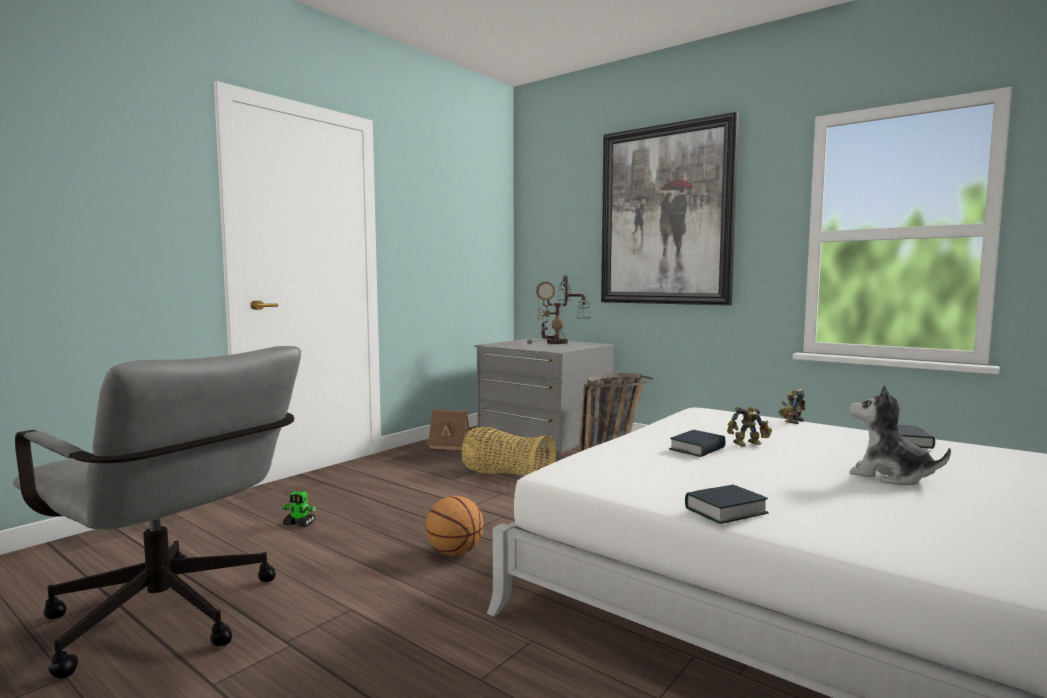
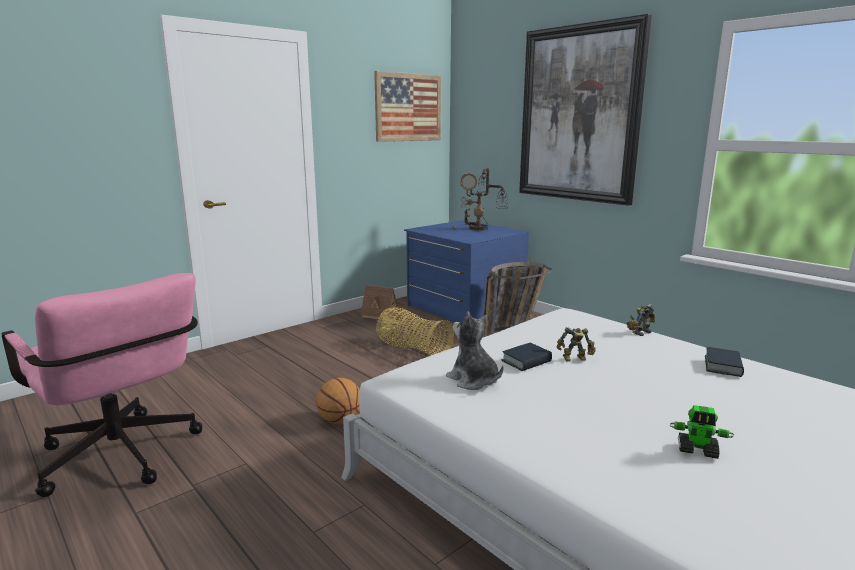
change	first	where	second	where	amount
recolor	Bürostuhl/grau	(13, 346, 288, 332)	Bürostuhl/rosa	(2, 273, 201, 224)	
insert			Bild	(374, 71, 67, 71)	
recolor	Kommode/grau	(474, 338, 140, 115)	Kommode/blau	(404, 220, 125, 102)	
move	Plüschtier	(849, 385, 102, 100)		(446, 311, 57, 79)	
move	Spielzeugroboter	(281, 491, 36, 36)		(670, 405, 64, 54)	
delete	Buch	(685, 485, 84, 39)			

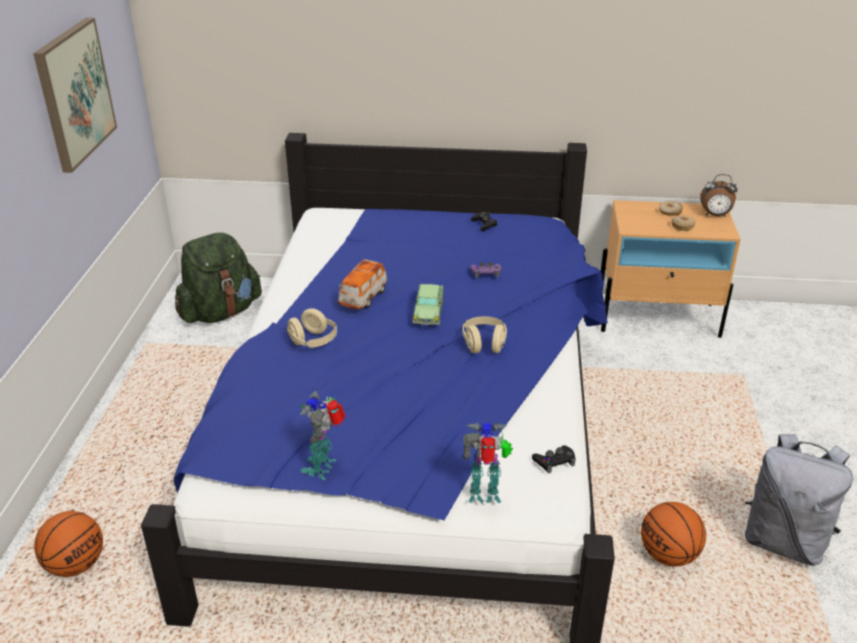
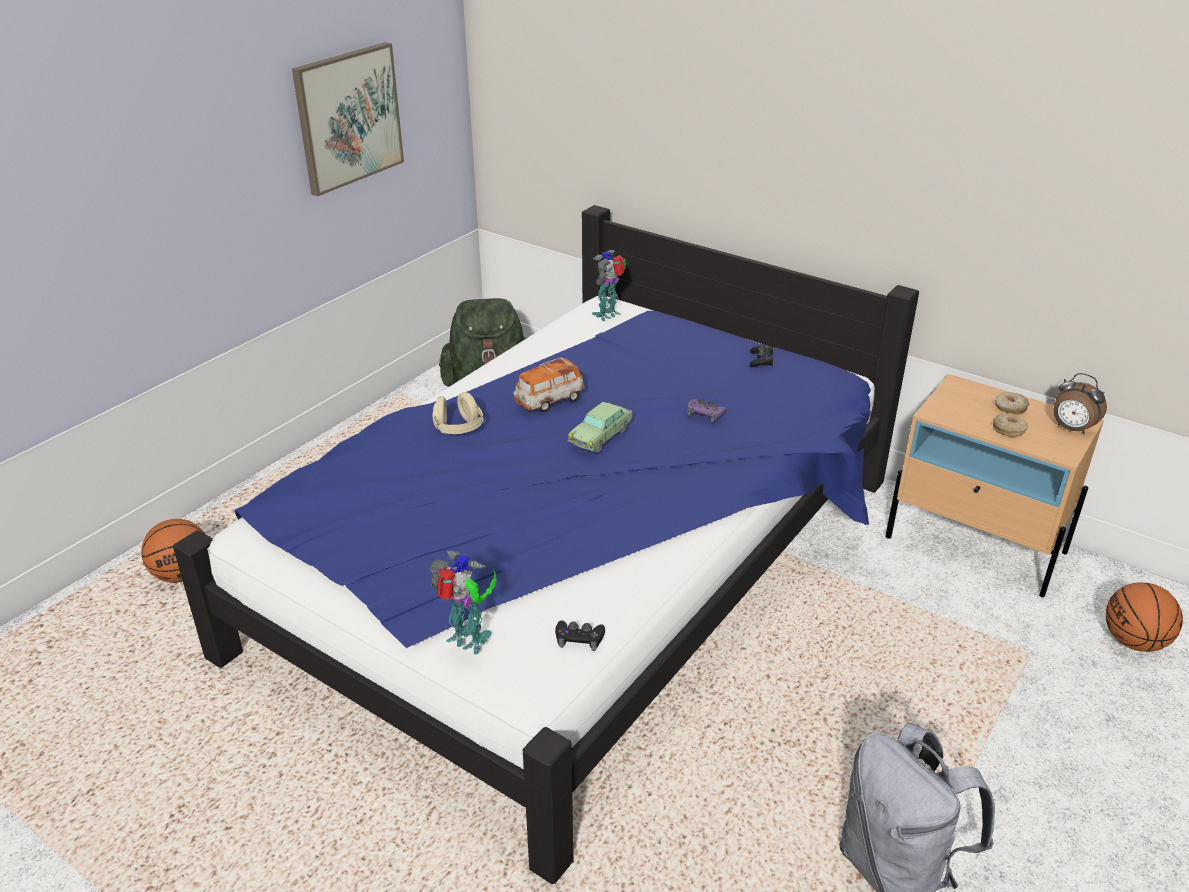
change	first	where	second	where	amount
move	Spielzeugroboter	(300, 391, 46, 89)		(592, 250, 35, 71)	
move	Basketball	(641, 502, 65, 64)		(1106, 582, 77, 70)	
delete	Kopfhörer/beige	(463, 316, 44, 38)			

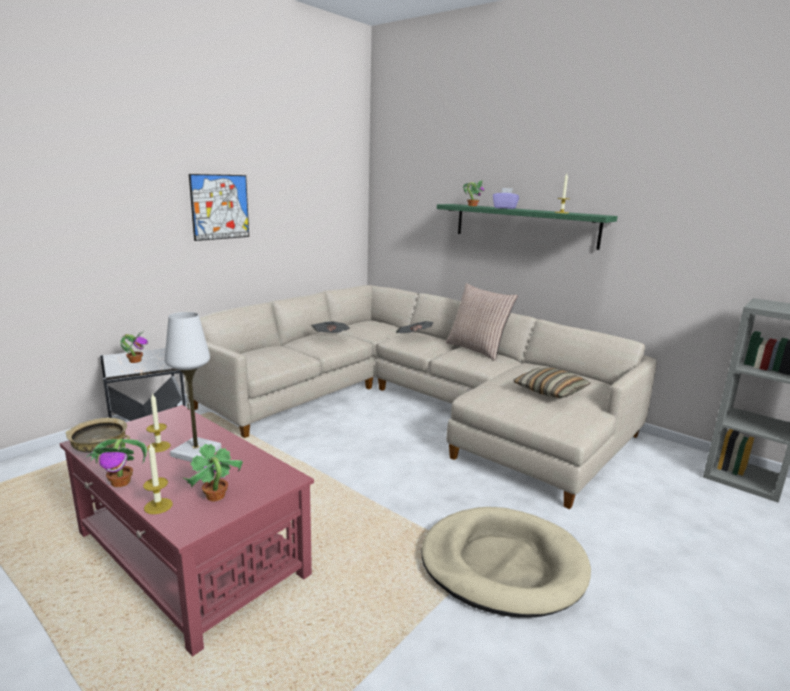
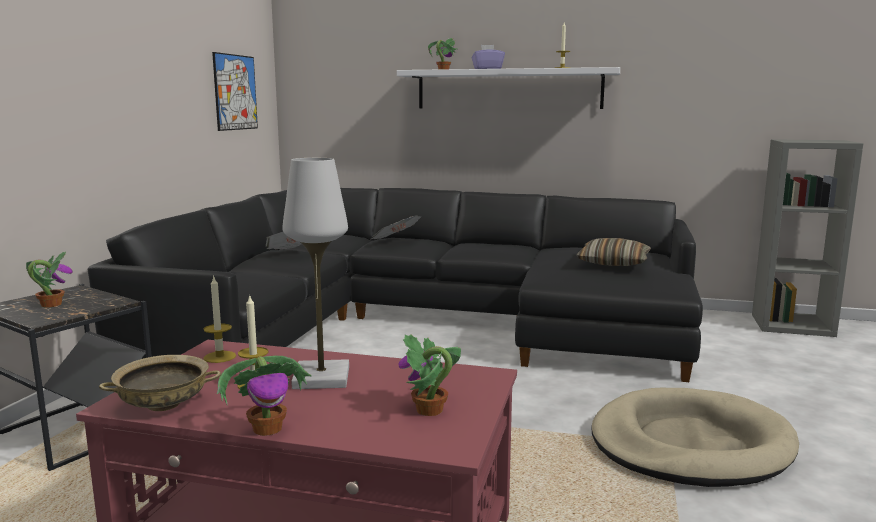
change	first	where	second	where	amount
recolor	Sofa/beige	(184, 285, 473, 224)	Sofa/schwarz	(87, 188, 616, 194)	
move	Kerze	(143, 444, 30, 70)		(204, 277, 32, 86)	
move	Bild	(189, 174, 60, 67)		(212, 52, 46, 79)	
recolor	Wandregal/grün	(437, 204, 181, 46)	Wandregal/weiß	(397, 67, 223, 42)	
delete	Kissen	(445, 283, 73, 78)			

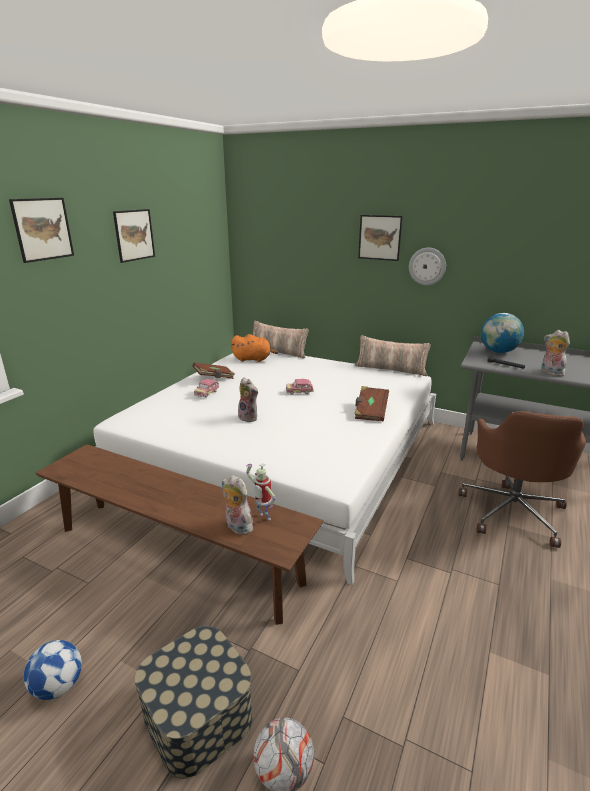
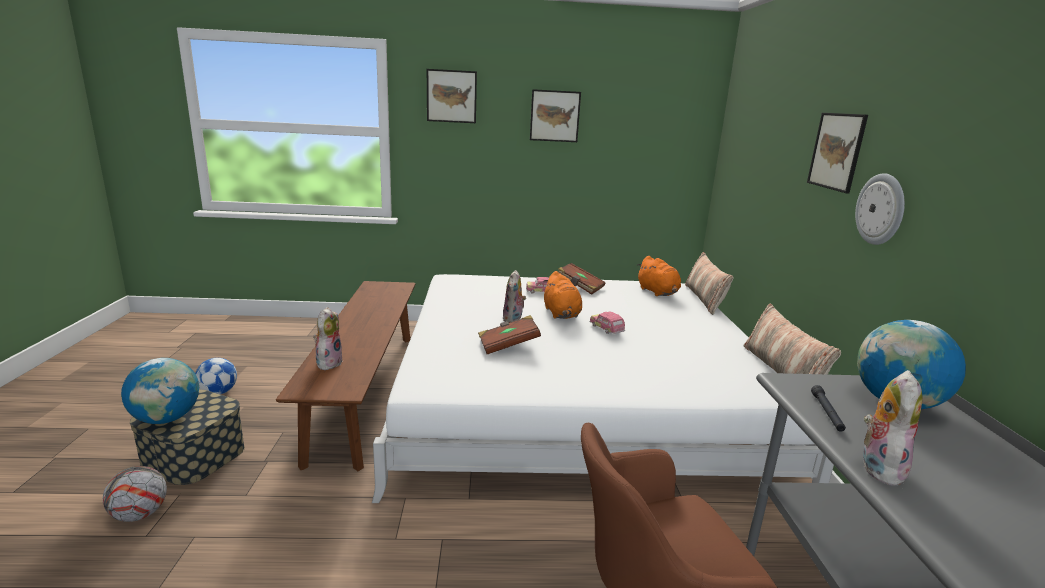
change	first	where	second	where	amount
insert			Globus	(121, 358, 78, 66)	
move	Buch/braun	(355, 386, 34, 35)		(478, 315, 63, 39)	
insert			Plüschtier/orange	(543, 271, 39, 48)	
delete	Spielzeugroboter	(246, 463, 30, 57)			

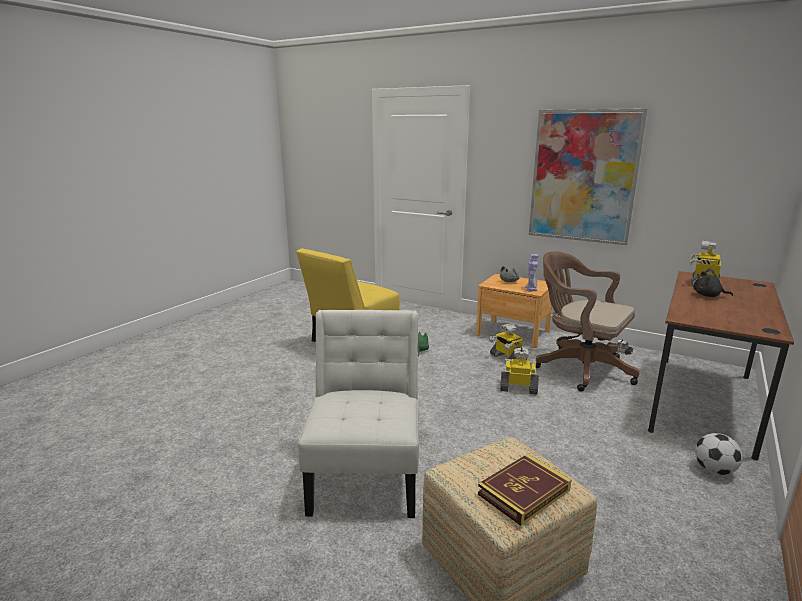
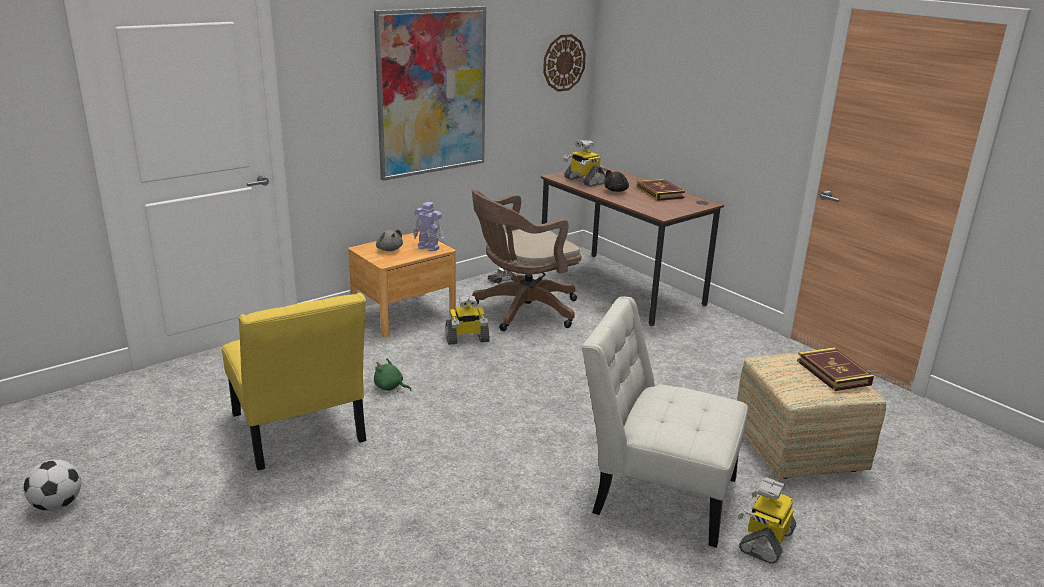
change	first	where	second	where	amount
move	Fußball	(695, 433, 47, 42)		(24, 459, 57, 52)	
insert			Wanduhr	(543, 34, 43, 58)	
insert			Buch	(636, 179, 49, 22)	
move	Spielzeugroboter	(500, 348, 39, 47)		(738, 477, 58, 87)	

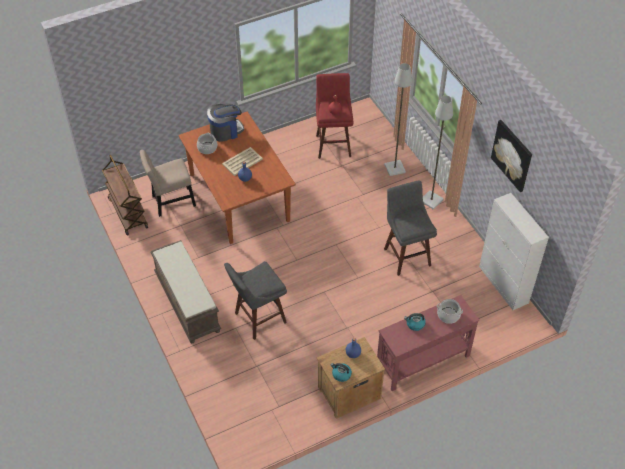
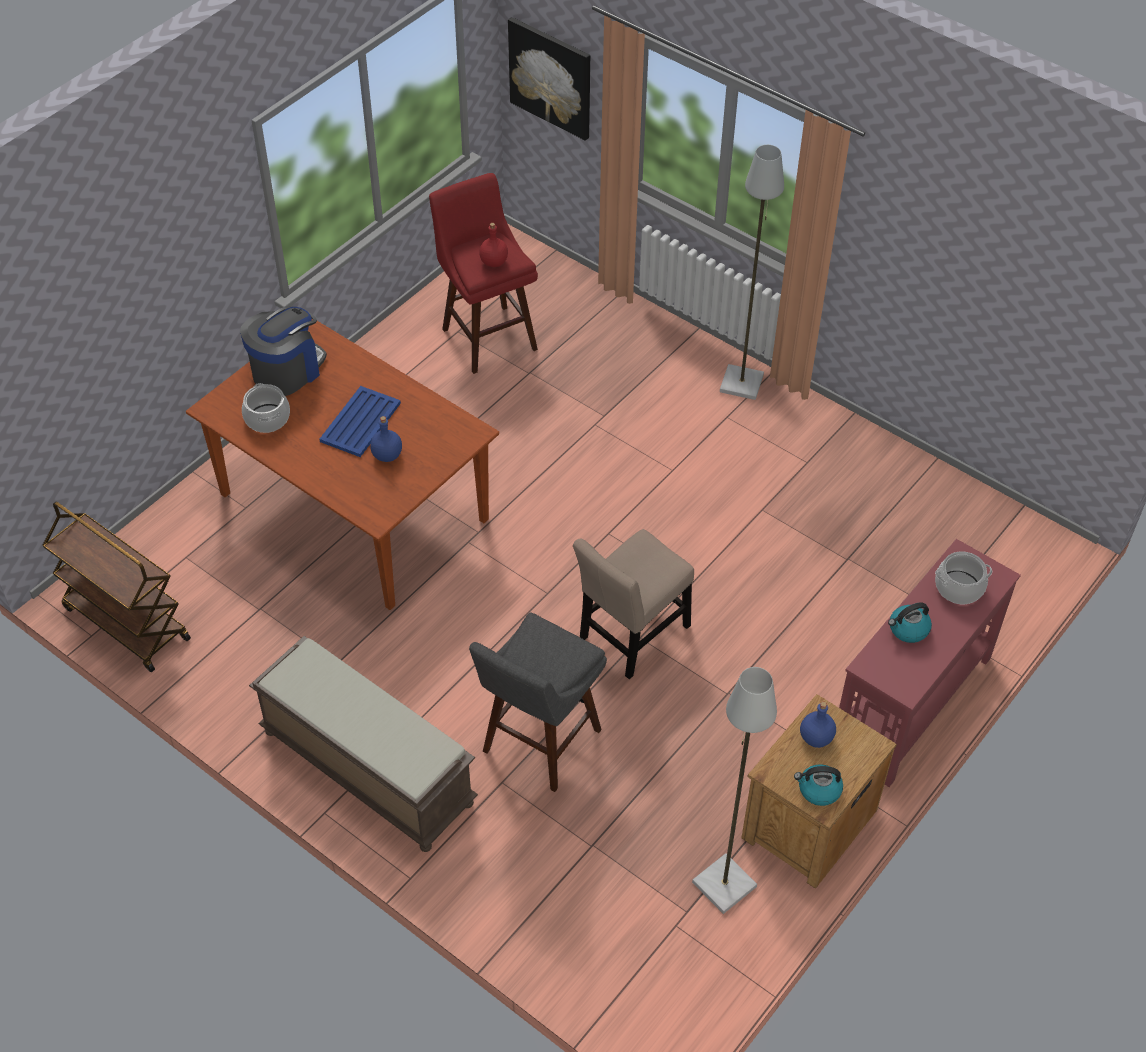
change	first	where	second	where	amount
recolor	Tablett/beige	(222, 147, 41, 29)	Tablett/blau	(319, 386, 82, 71)	
move	Bild	(491, 120, 41, 72)		(508, 17, 82, 124)	
move	Stuhl/beige	(140, 150, 56, 67)		(573, 529, 121, 150)	
move	Stehlampe/grau	(384, 63, 28, 113)		(692, 667, 85, 247)	
delete	Hocker/grau	(384, 180, 53, 96)			
delete	Schrank/weiß	(479, 193, 70, 117)			

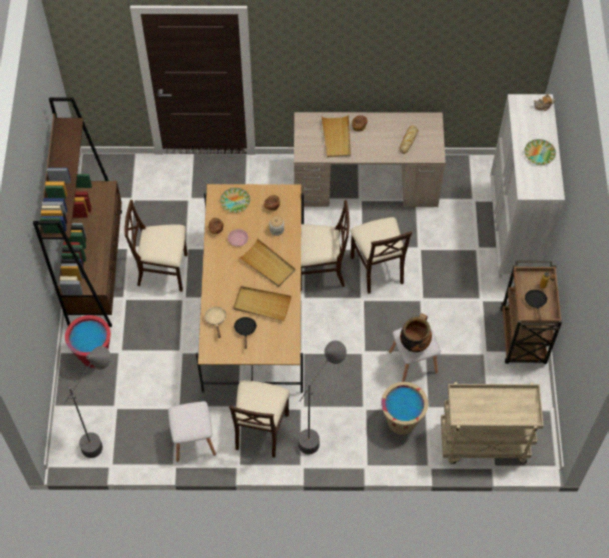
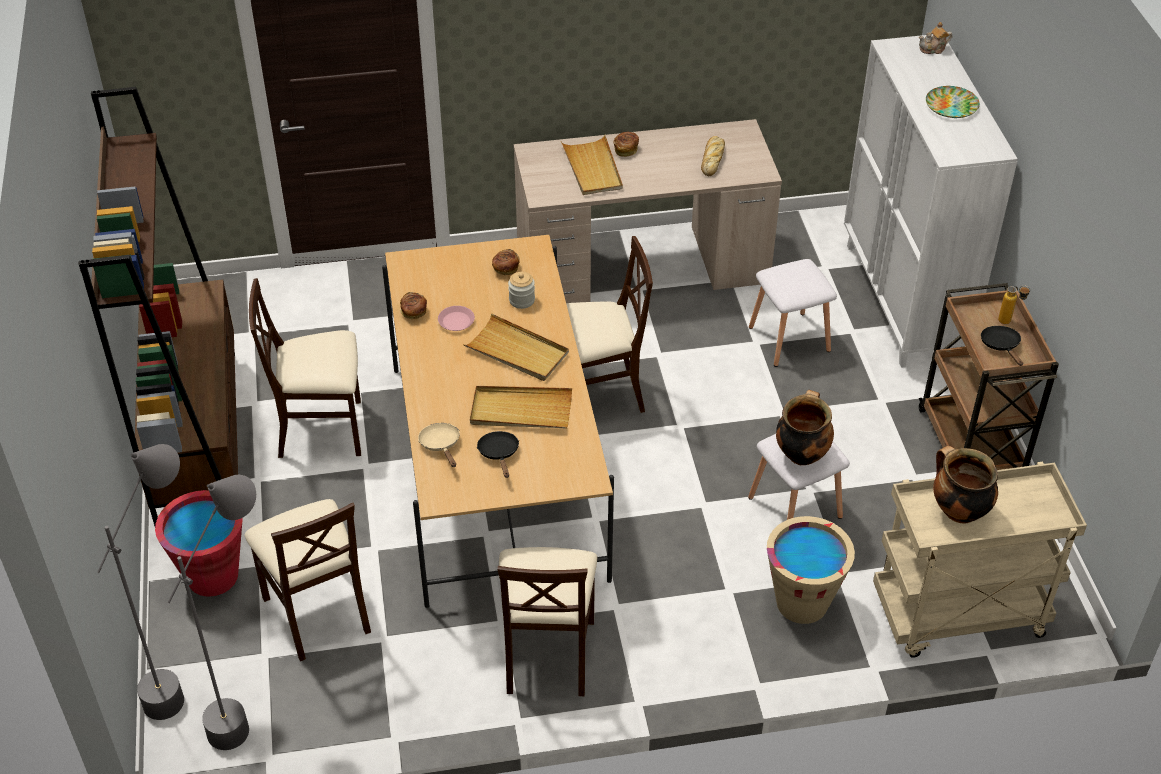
change	first	where	second	where	amount
move	Stehlampe/grau	(298, 341, 49, 113)		(97, 444, 87, 276)	
move	Stuhl/beige	(350, 217, 62, 77)		(245, 499, 126, 162)	
move	Hocker/weiß	(168, 401, 48, 61)		(749, 259, 88, 108)	
insert			Kochtopf	(933, 446, 65, 78)	
delete	Teller	(220, 188, 30, 25)			

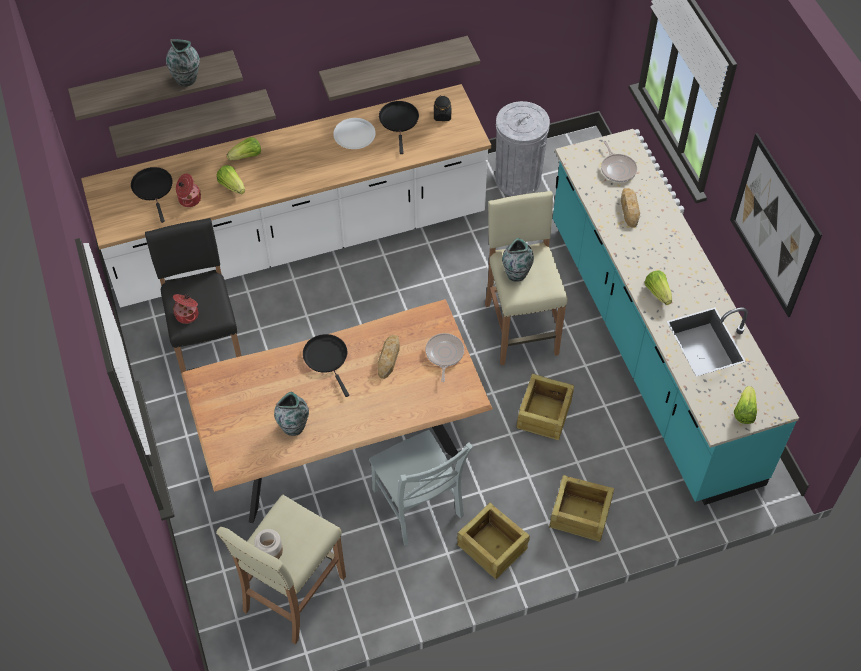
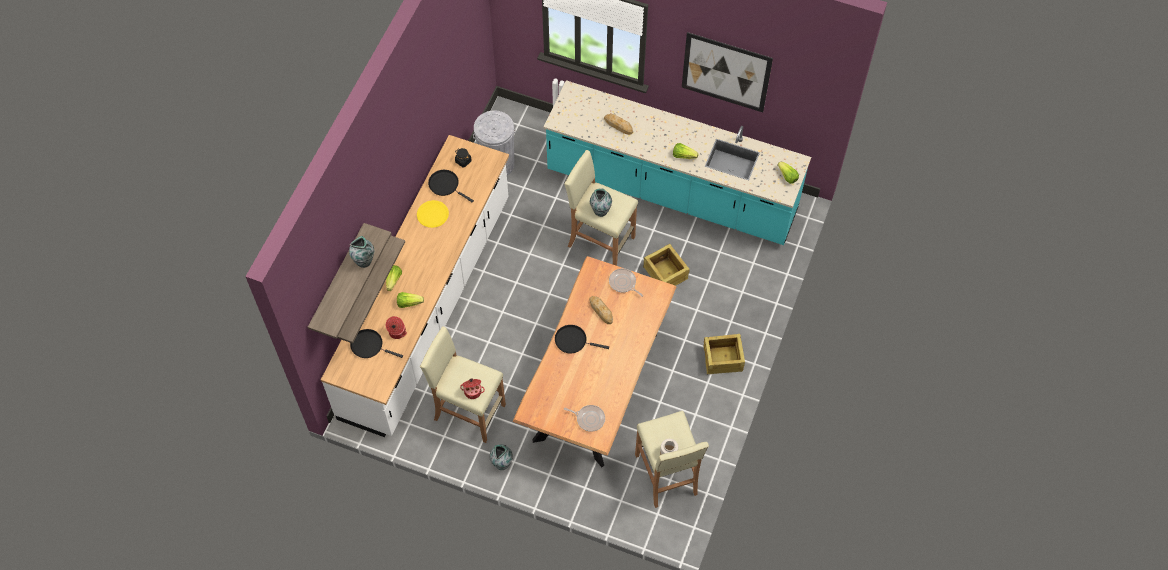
change	first	where	second	where	amount
recolor	Teller/weiß	(333, 118, 43, 31)	Teller/gelb	(417, 200, 32, 28)	
recolor	Hocker/schwarz	(145, 218, 97, 155)	Hocker/beige	(420, 327, 86, 116)	
move	Vase	(274, 392, 35, 44)		(490, 444, 23, 26)	
move	Pfanne	(601, 141, 36, 41)		(564, 405, 41, 27)	
delete	Wandregal	(319, 36, 161, 65)			
delete	Stuhl/grau	(369, 430, 104, 116)			
delete	Kiste	(549, 475, 65, 67)			

